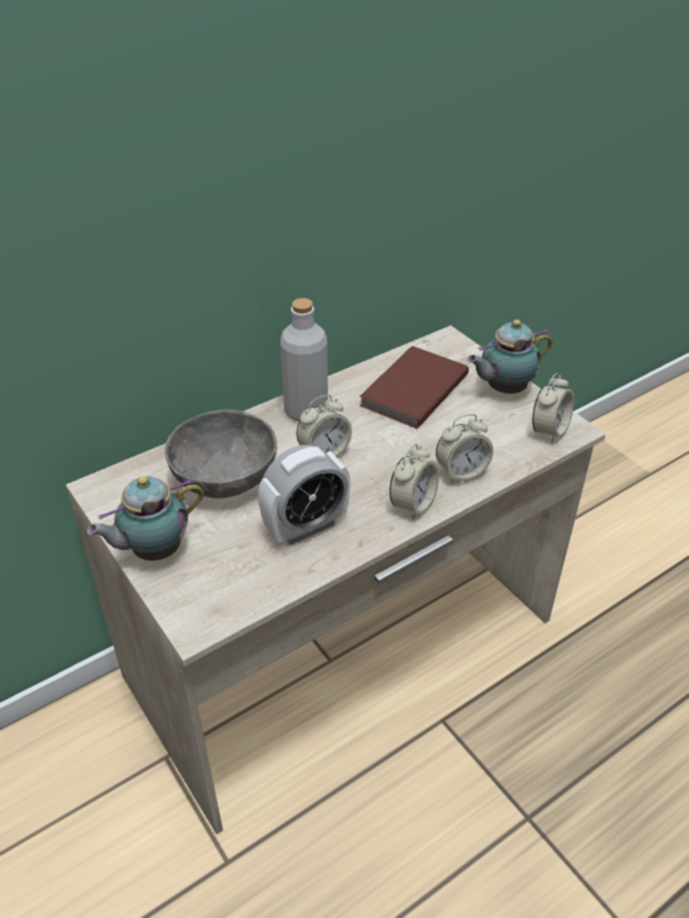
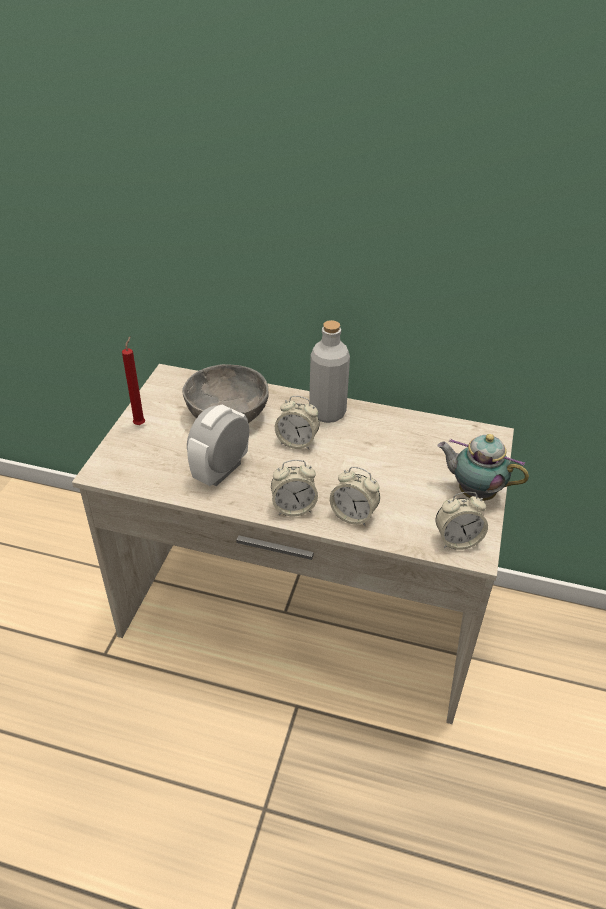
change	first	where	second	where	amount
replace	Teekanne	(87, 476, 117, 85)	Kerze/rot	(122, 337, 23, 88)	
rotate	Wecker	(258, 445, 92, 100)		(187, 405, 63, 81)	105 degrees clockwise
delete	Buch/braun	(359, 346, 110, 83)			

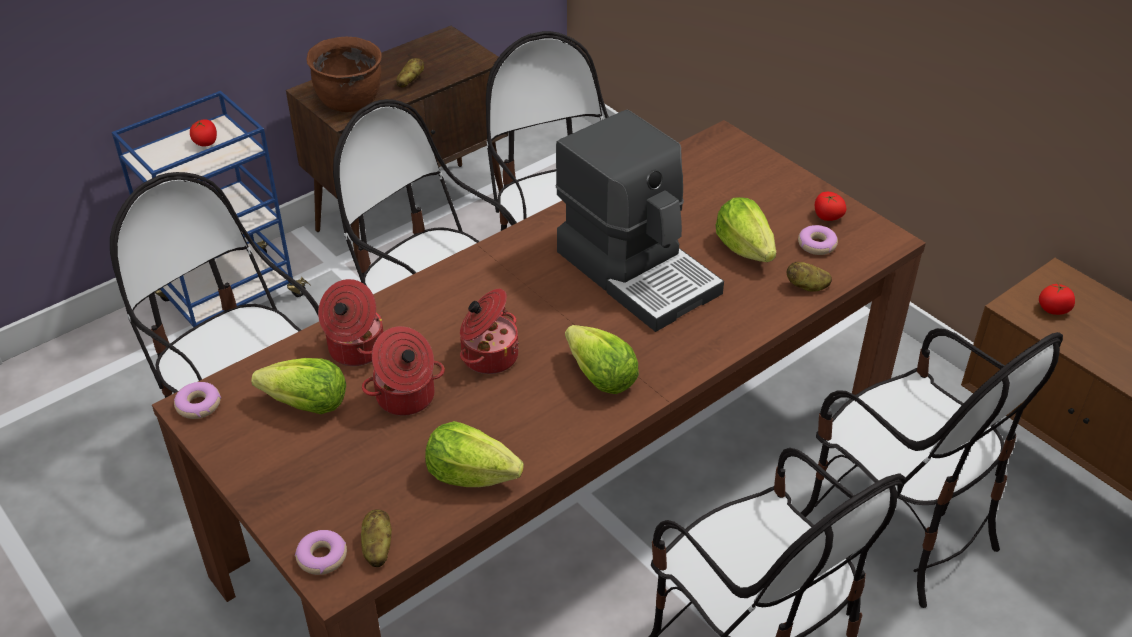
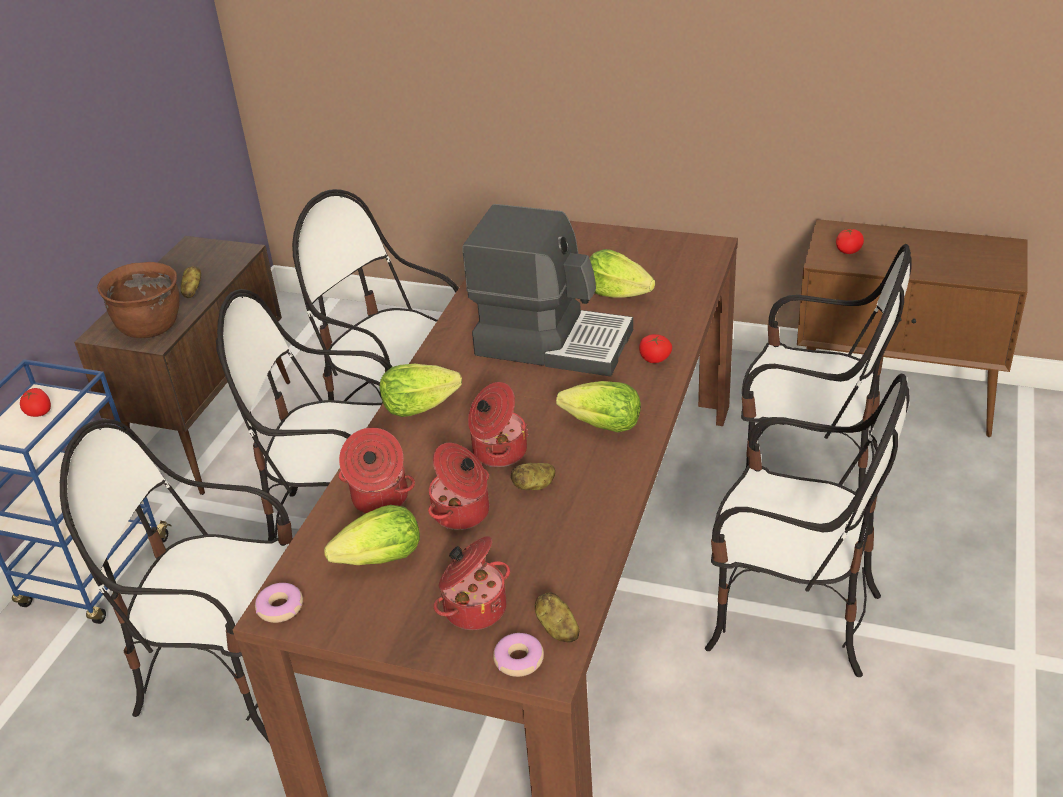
change	first	where	second	where	amount
move	Salatkopf	(425, 421, 99, 66)		(379, 364, 83, 53)	
insert			Kochtopf	(434, 536, 76, 94)	
move	Kartoffel	(787, 262, 45, 30)		(511, 463, 44, 27)	
move	Tomate	(814, 192, 32, 29)		(639, 334, 33, 29)	
delete	Donut	(798, 225, 40, 30)			

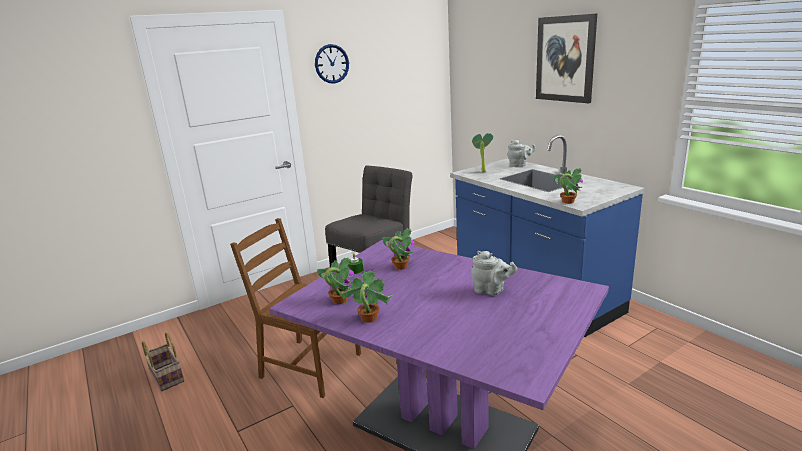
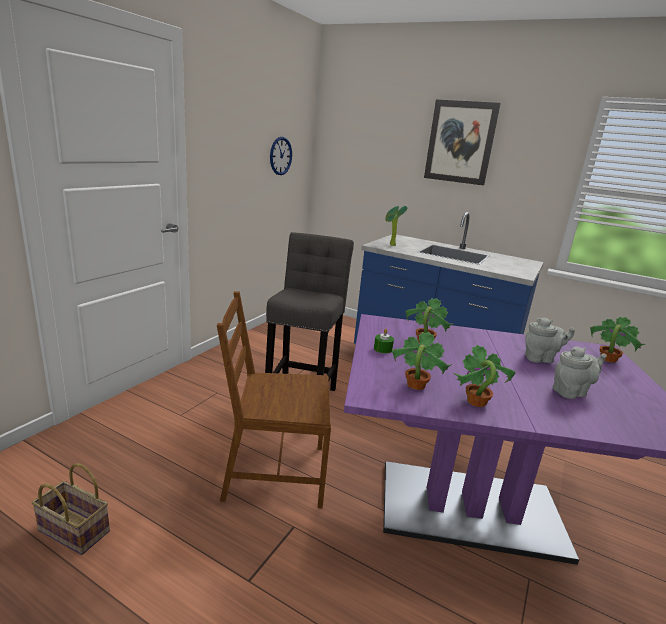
change	first	where	second	where	amount
move	Wanduhr	(315, 44, 34, 40)		(270, 137, 22, 38)	
move	Teekanne/grau	(507, 140, 29, 27)		(553, 347, 54, 52)	
move	Topfpflanze	(553, 168, 30, 36)		(590, 317, 55, 46)	

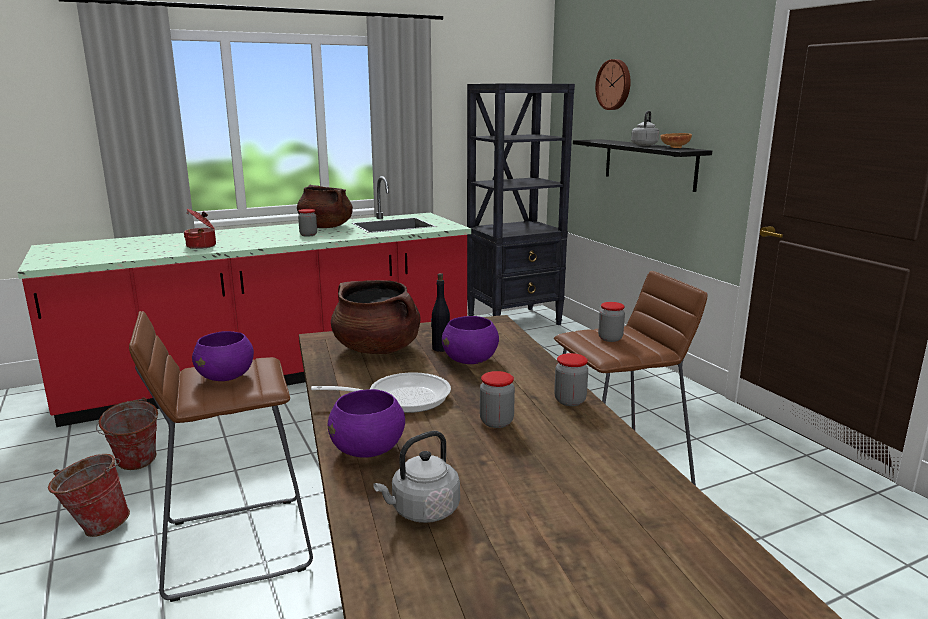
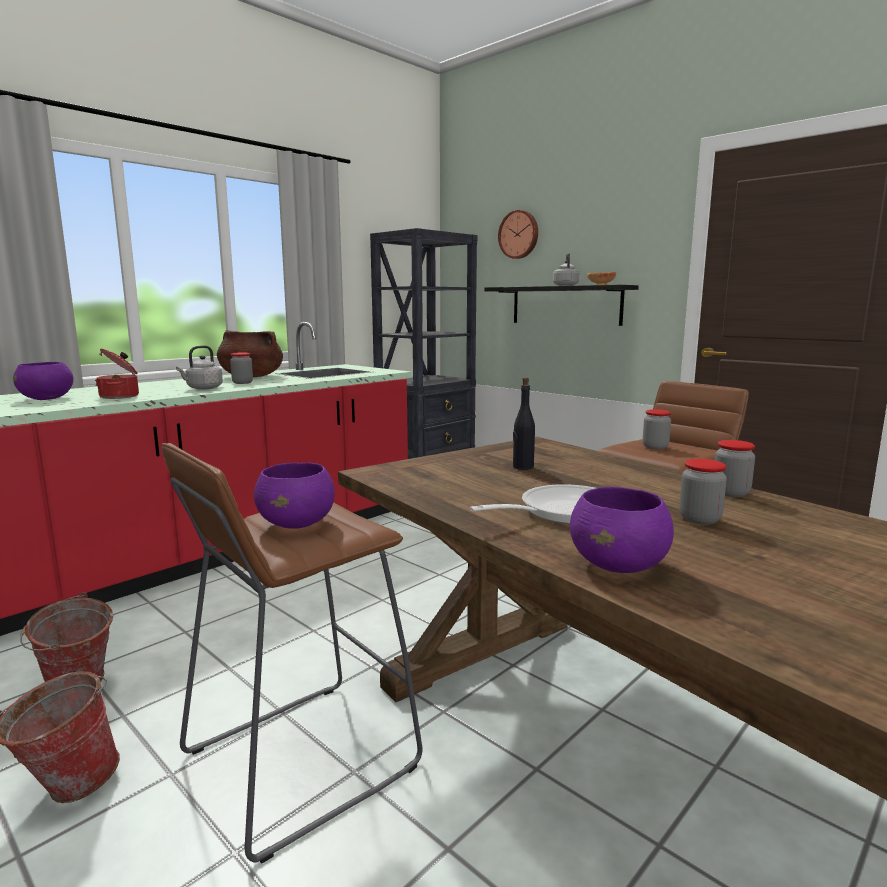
change	first	where	second	where	amount
move	Schüssel/lila	(442, 316, 57, 48)		(13, 362, 60, 38)	
move	Wasserkessel/grau	(373, 431, 87, 92)		(176, 345, 47, 45)	
delete	Kochtopf/braun	(331, 280, 89, 74)			

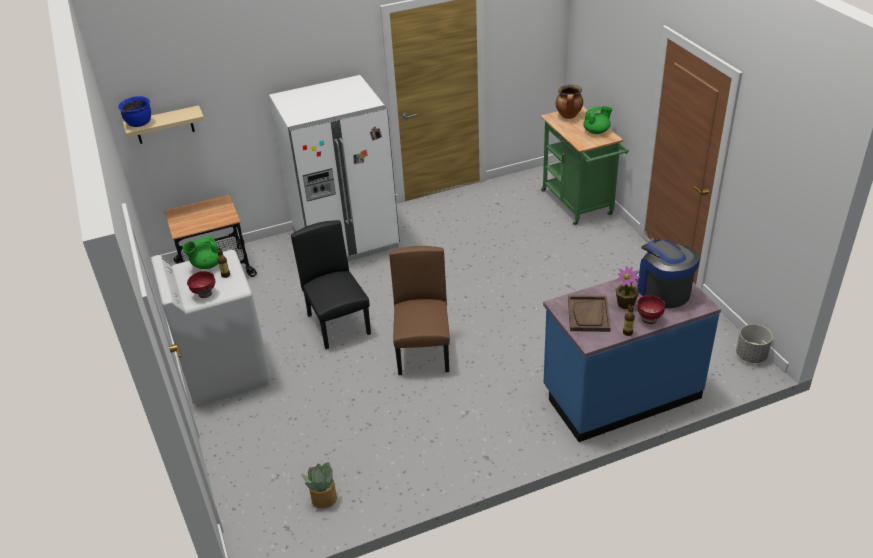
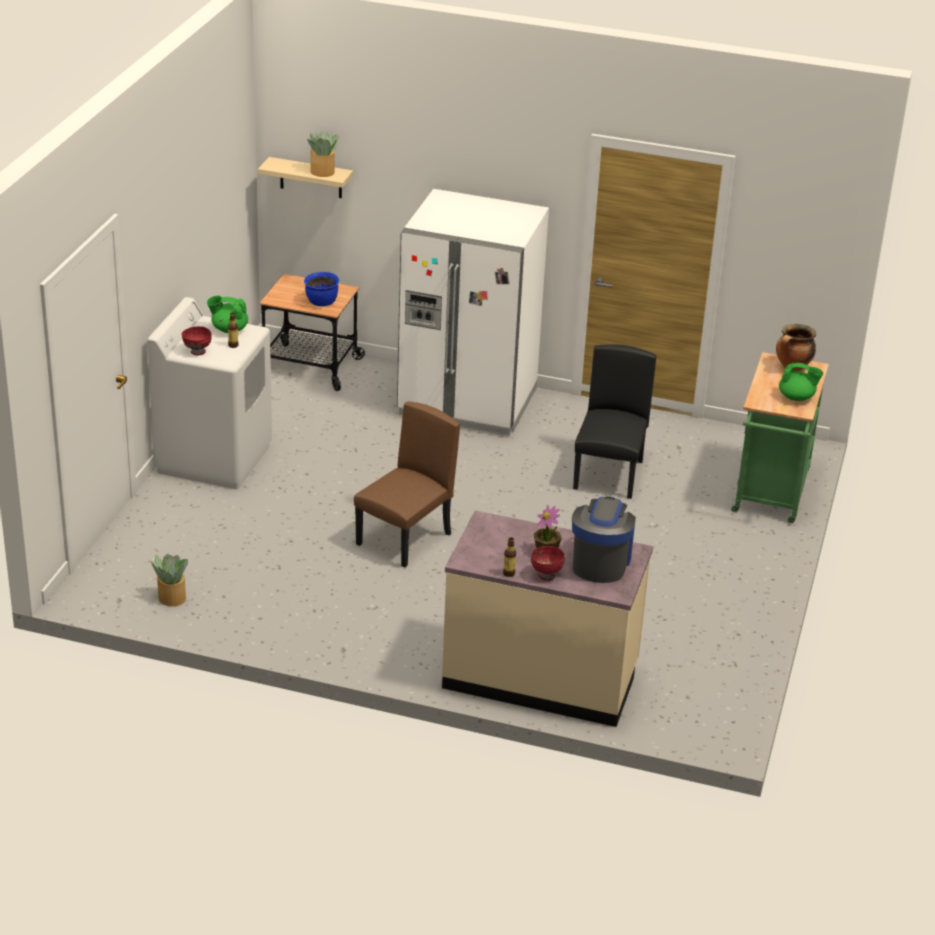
change	first	where	second	where	amount
move	Kochtopf/blau	(118, 96, 33, 31)		(304, 272, 35, 34)	
insert			Topfpflanze	(308, 132, 31, 45)	
recolor	Küchenzeile/blau	(543, 279, 178, 163)	Küchenzeile/beige	(442, 511, 211, 216)	
move	Stuhl/schwarz	(291, 220, 80, 129)		(573, 344, 83, 155)	
delete	Tablett/braun	(568, 295, 43, 37)			
delete	Pflanzkübel/grau	(736, 324, 37, 39)			

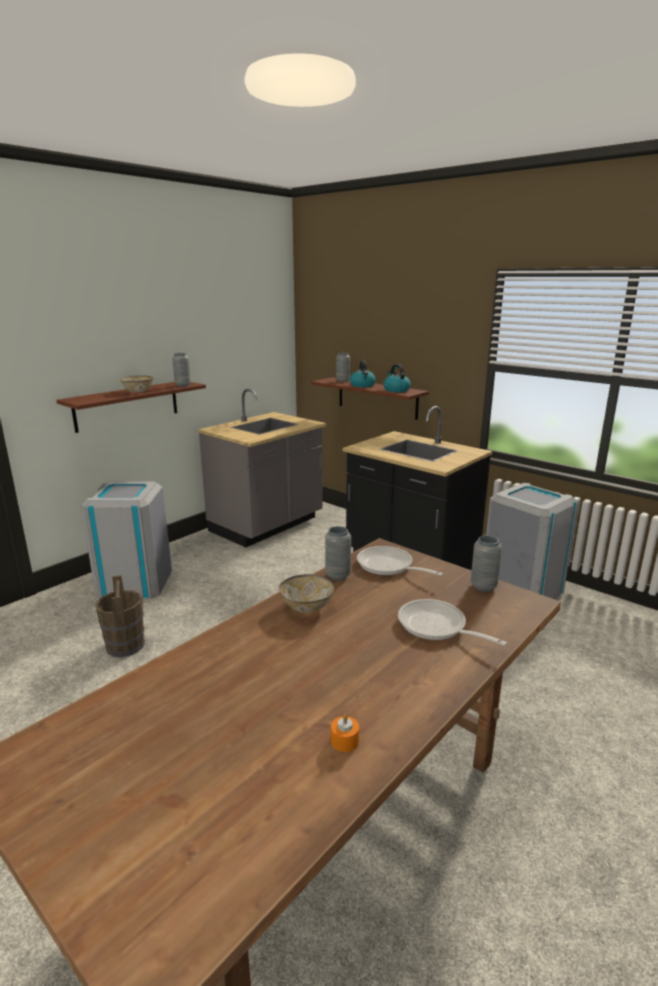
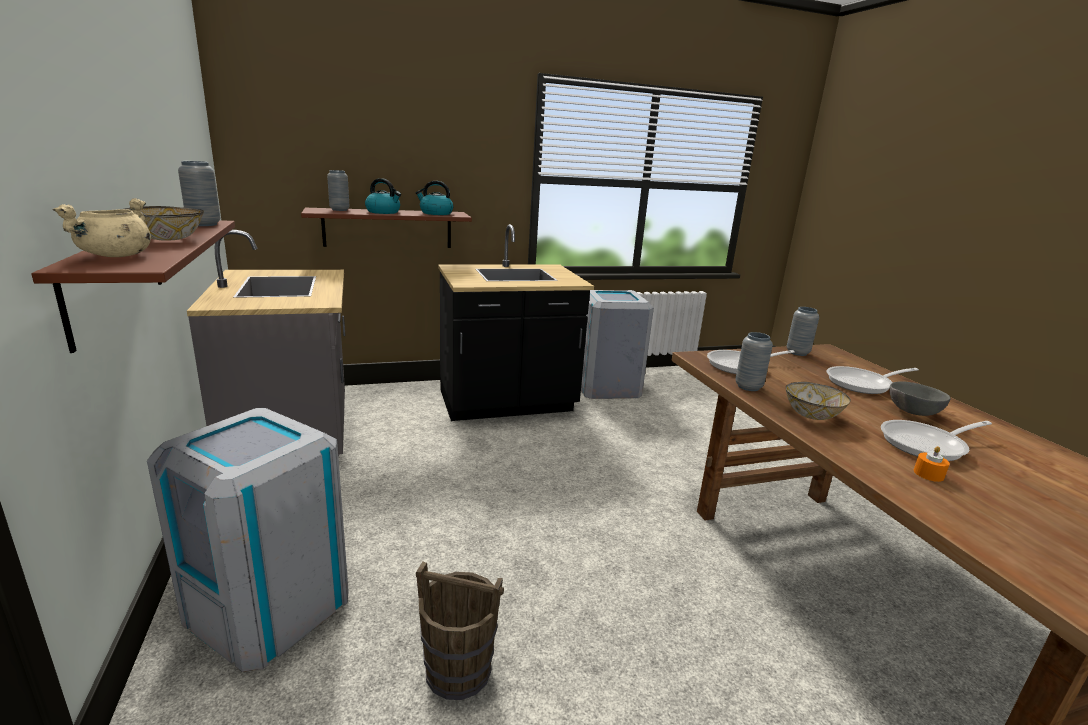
change	first	where	second	where	amount
insert			Kochtopf/beige	(52, 198, 99, 59)	
insert			Pfanne	(881, 420, 111, 41)	
insert			Schüssel/grau	(889, 381, 62, 35)	
move	Kerze/orange	(331, 714, 28, 38)		(914, 446, 36, 36)	

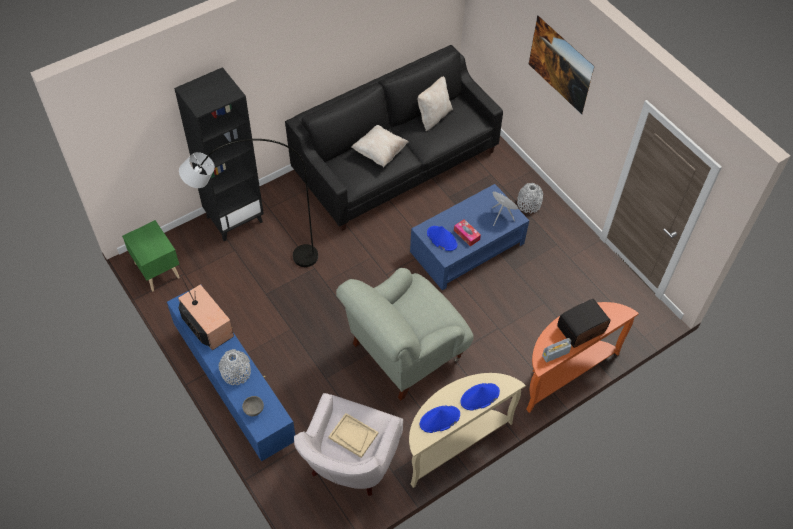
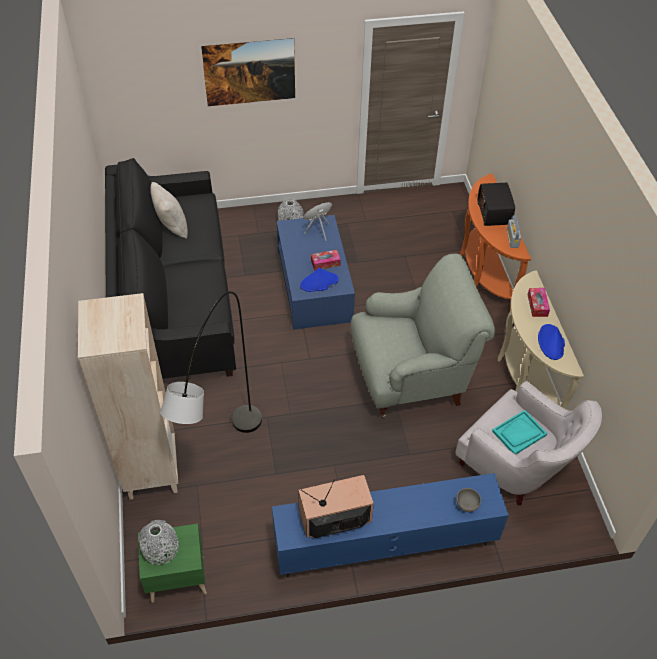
change	first	where	second	where	amount
recolor	Bücherregal/schwarz	(174, 67, 90, 174)	Bücherregal/beige	(78, 293, 100, 207)	
move	Vase/grau	(219, 349, 32, 36)		(138, 520, 41, 45)	
rotate	Sessel/grau	(336, 268, 138, 133)		(351, 254, 144, 164)	90 degrees counterclockwise
recolor	Tablett/beige	(328, 413, 50, 45)	Tablett/türkis	(492, 410, 55, 44)	
replace	Hut/blau	(460, 383, 40, 27)	Taschentuchbox	(528, 288, 22, 29)	
delete	Kissen/beige	(351, 125, 58, 42)			

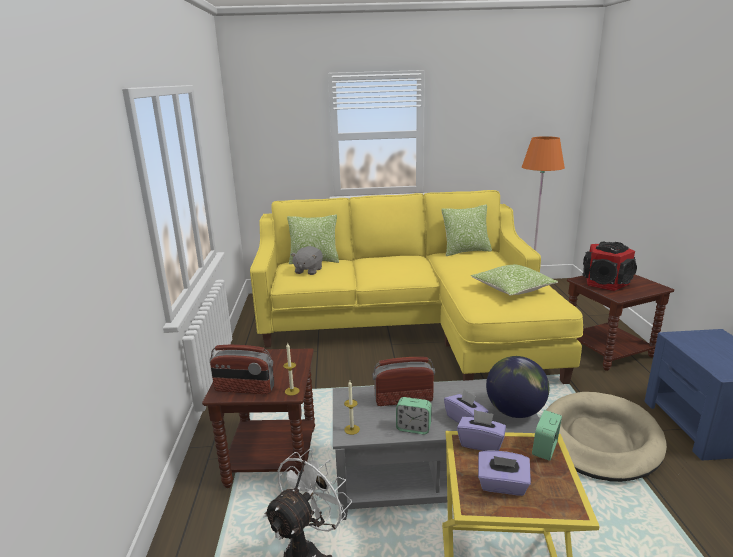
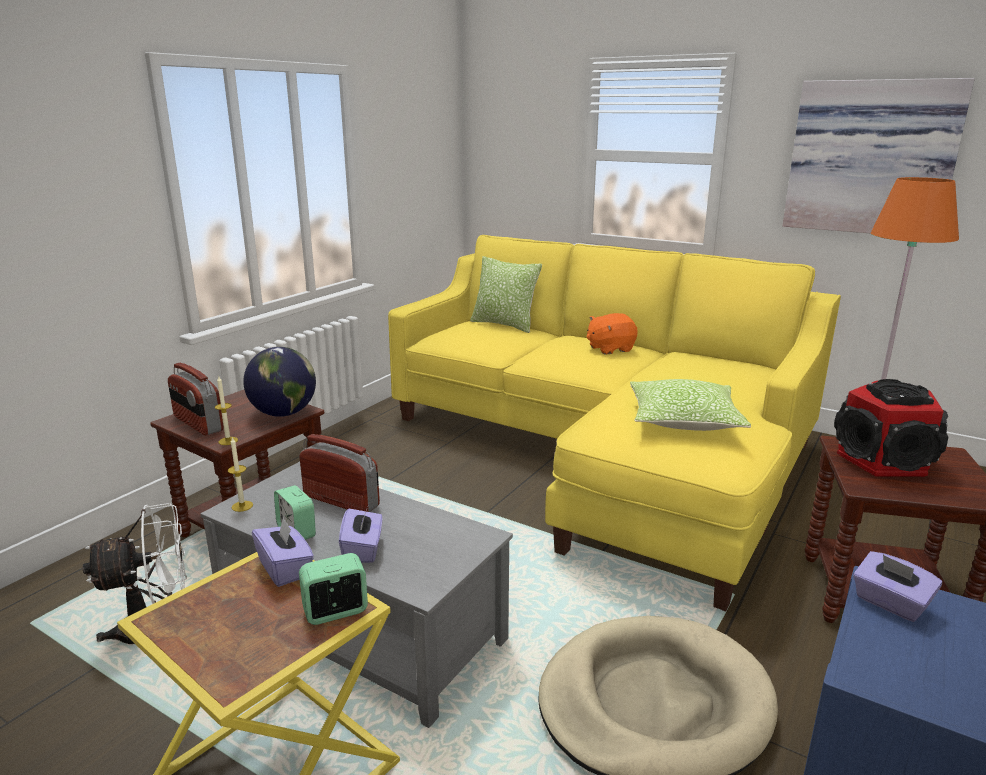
change	first	where	second	where	amount
move	Globus	(486, 356, 63, 62)		(243, 347, 73, 70)	
insert			Plüschtier/orange	(586, 313, 52, 41)	
insert			Bild	(782, 78, 193, 155)	
move	Taschentuchbox/lila	(478, 451, 53, 45)		(853, 551, 89, 71)	
delete	Plüschtier/grau	(291, 246, 32, 29)			
delete	Kissen	(441, 204, 51, 52)			

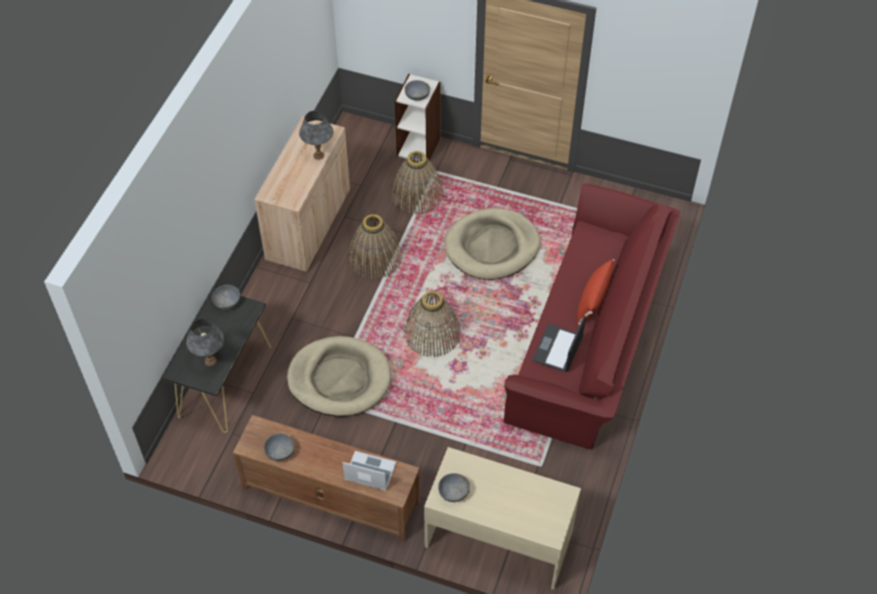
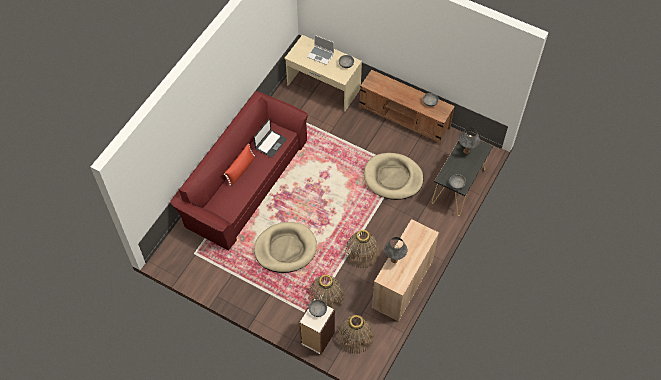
change	first	where	second	where	amount
move	Laptop	(343, 451, 53, 40)		(307, 35, 27, 30)	
move	Korb	(405, 291, 56, 66)		(337, 315, 37, 39)	

